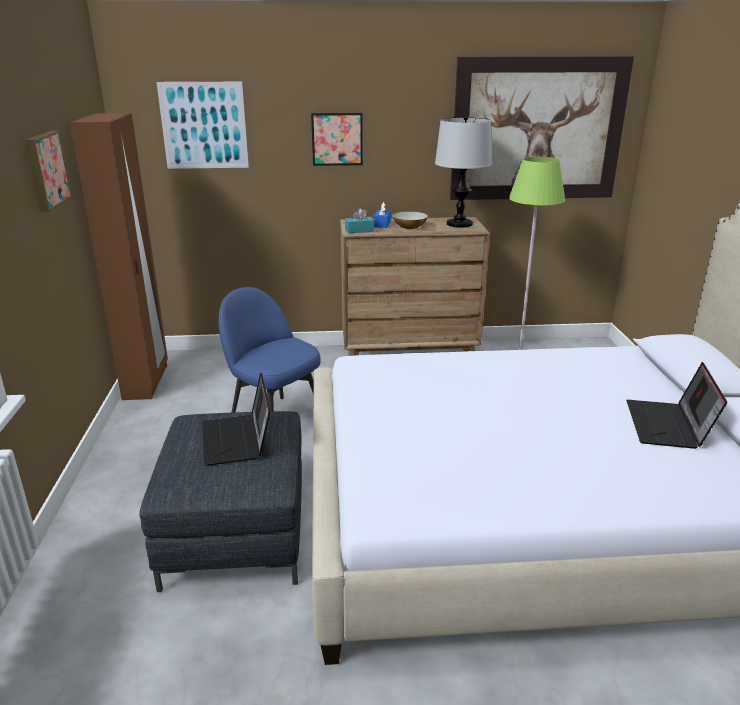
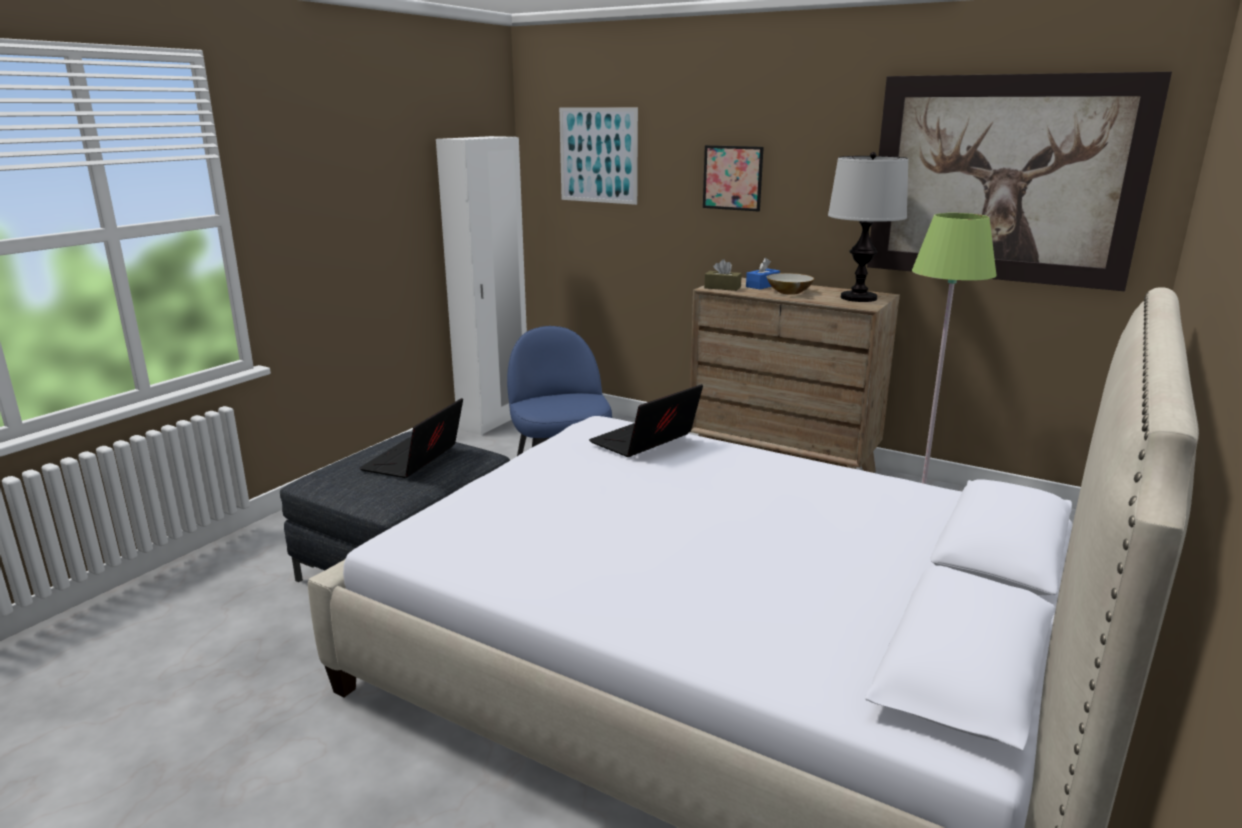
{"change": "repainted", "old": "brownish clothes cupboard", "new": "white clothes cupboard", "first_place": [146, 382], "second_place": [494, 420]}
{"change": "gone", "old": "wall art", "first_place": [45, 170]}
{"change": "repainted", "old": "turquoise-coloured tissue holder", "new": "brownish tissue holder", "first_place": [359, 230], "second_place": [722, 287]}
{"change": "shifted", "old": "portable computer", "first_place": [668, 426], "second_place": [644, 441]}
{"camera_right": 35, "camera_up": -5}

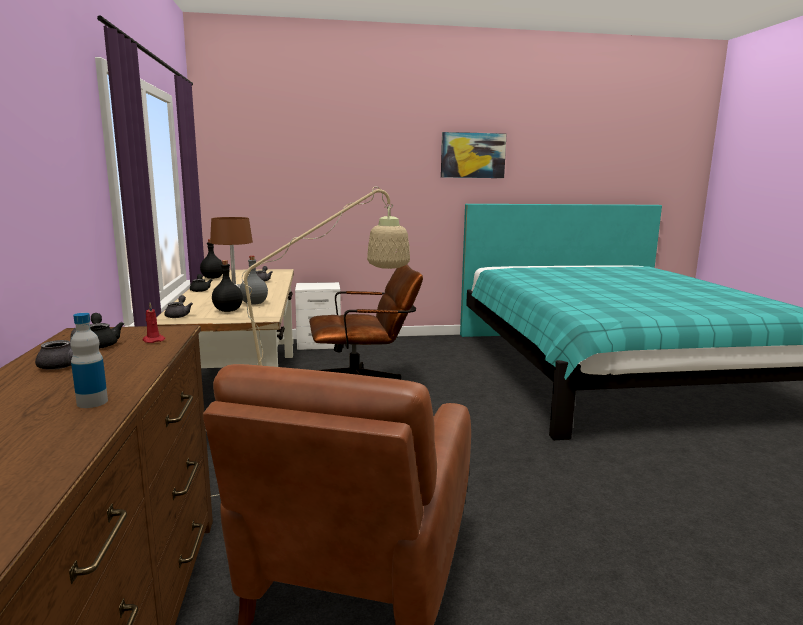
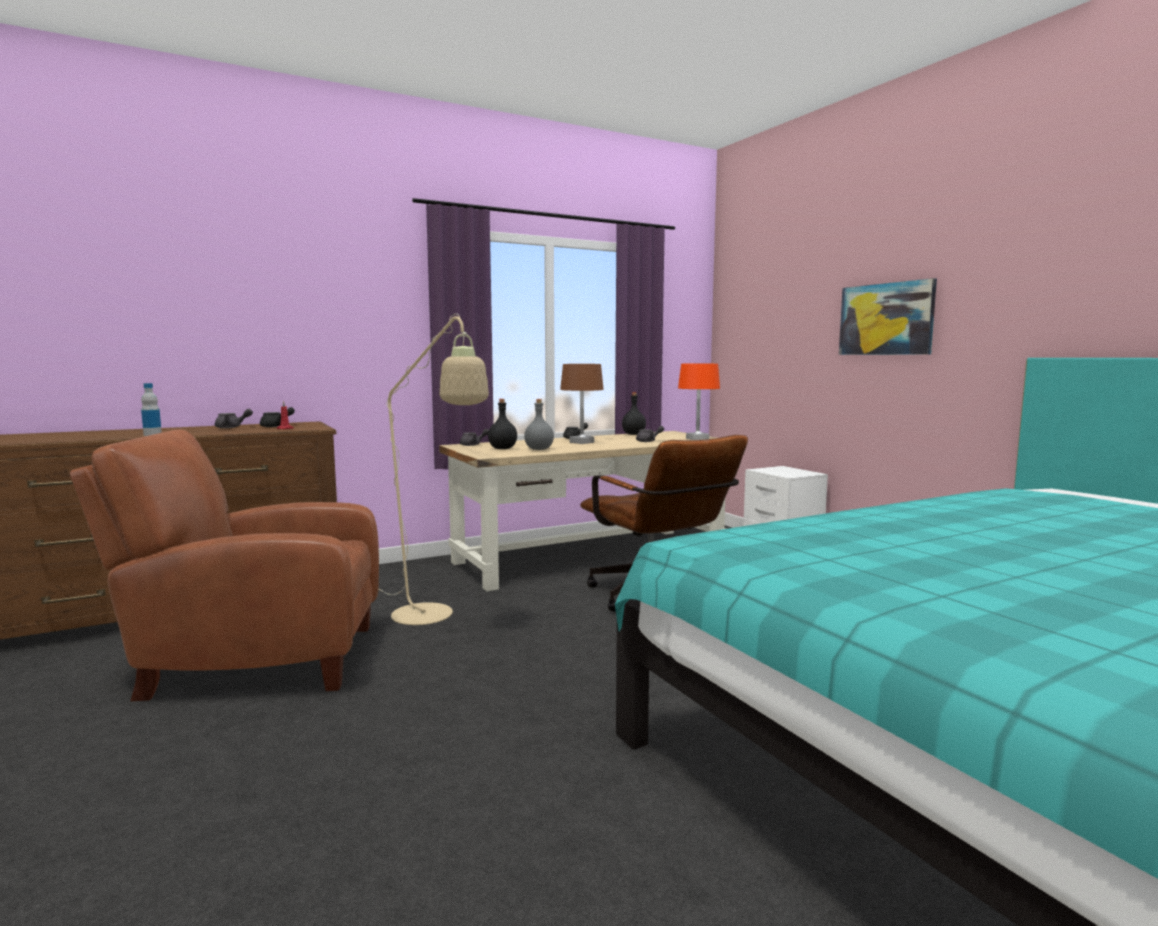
{"change": "shifted", "old": "wall art", "first_place": [473, 155], "second_place": [886, 319]}
{"change": "new", "new": "orange lamp for a table", "second_place": [697, 439]}
{"camera_right": 70, "camera_up": -5}

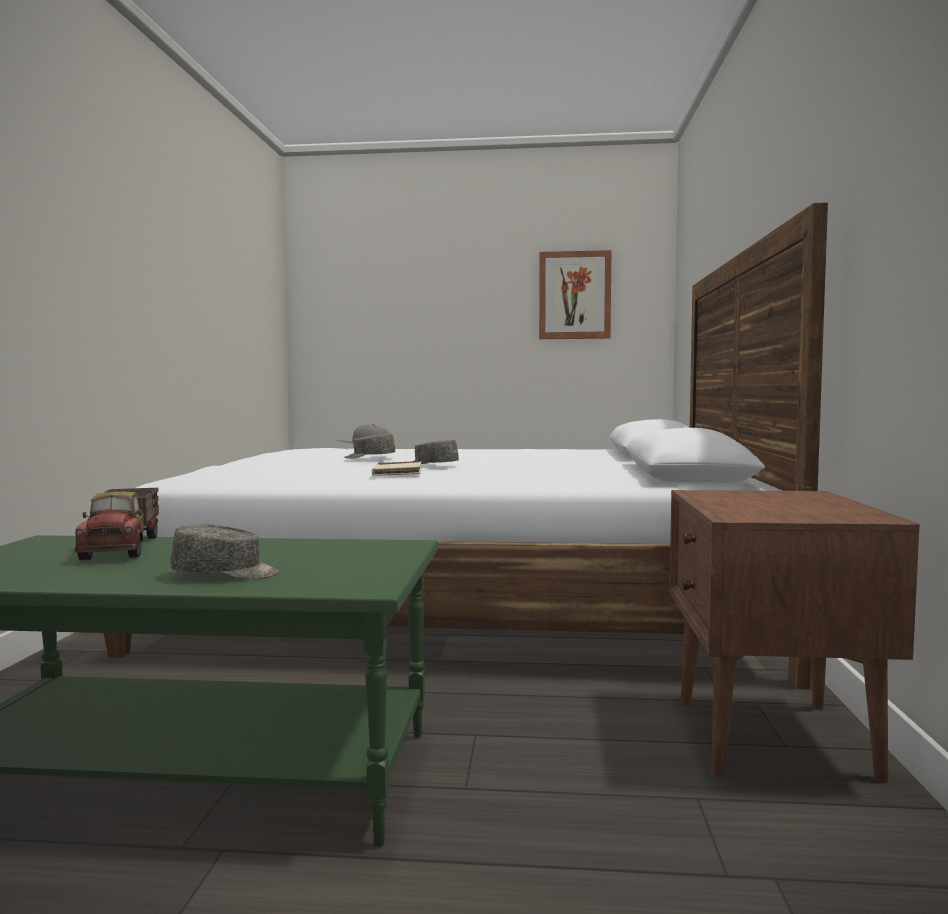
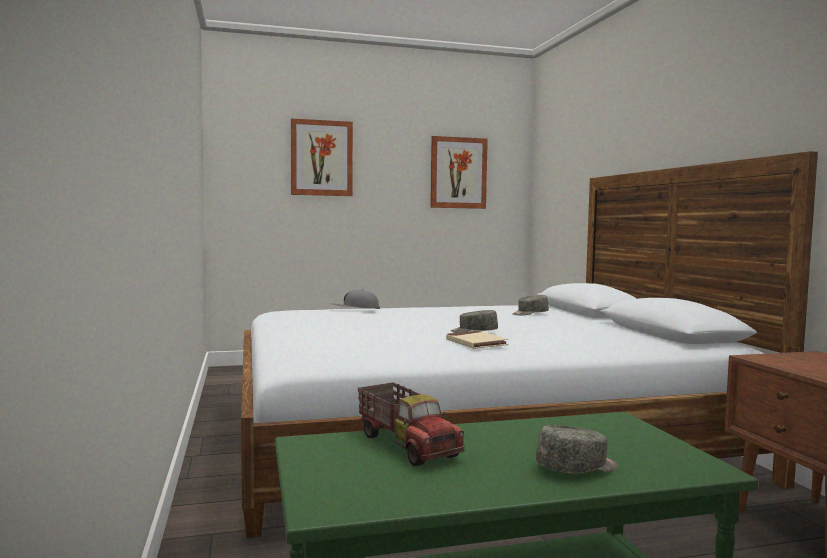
{"change": "shifted", "old": "greyish peaked cap", "first_place": [369, 457], "second_place": [530, 314]}
{"change": "new", "new": "wall art", "second_place": [321, 158]}
{"camera_right": -20, "camera_up": 0}

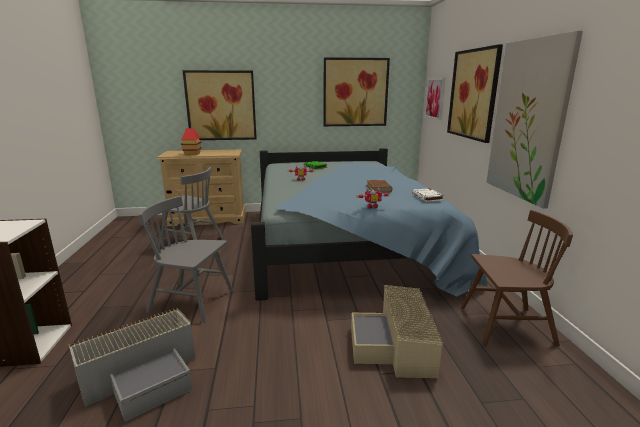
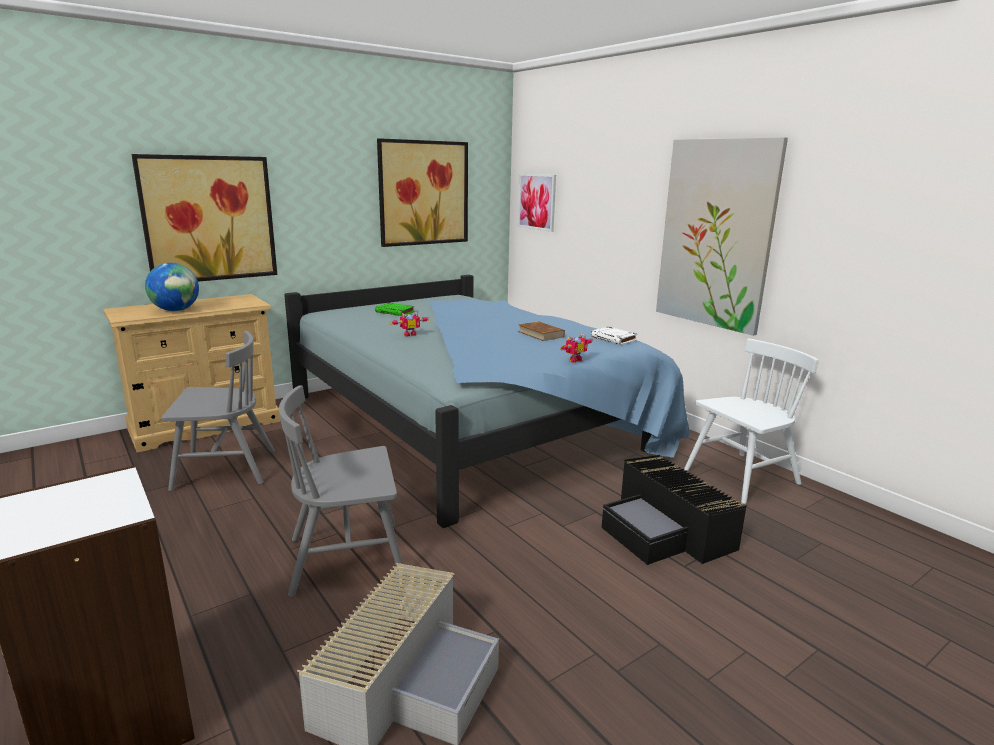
{"change": "gone", "old": "wall art", "first_place": [473, 94]}
{"change": "swapped", "old": "miniature house", "new": "desk globe", "first_place": [192, 154], "second_place": [176, 310]}
{"change": "repainted", "old": "brownish upright chair", "new": "white upright chair", "first_place": [505, 326], "second_place": [741, 477]}
{"change": "repainted", "old": "beige-coloured storage bin", "new": "blackish storage bin", "first_place": [395, 345], "second_place": [666, 530]}
{"camera_right": -30, "camera_up": 0}

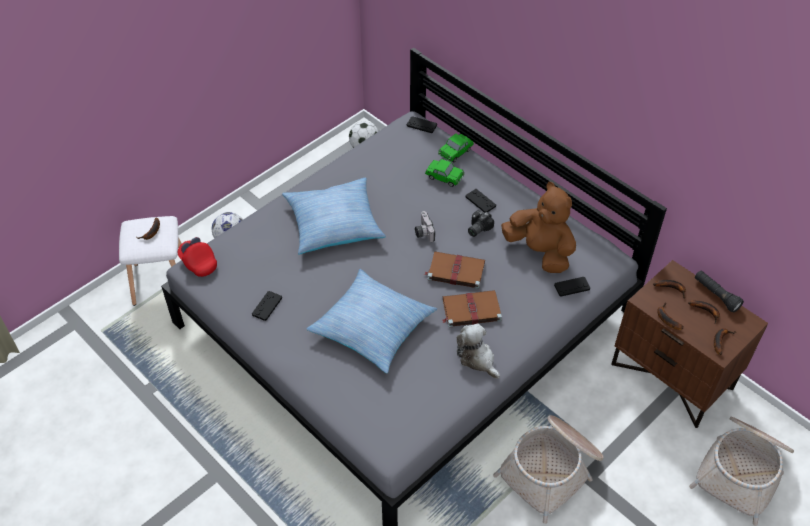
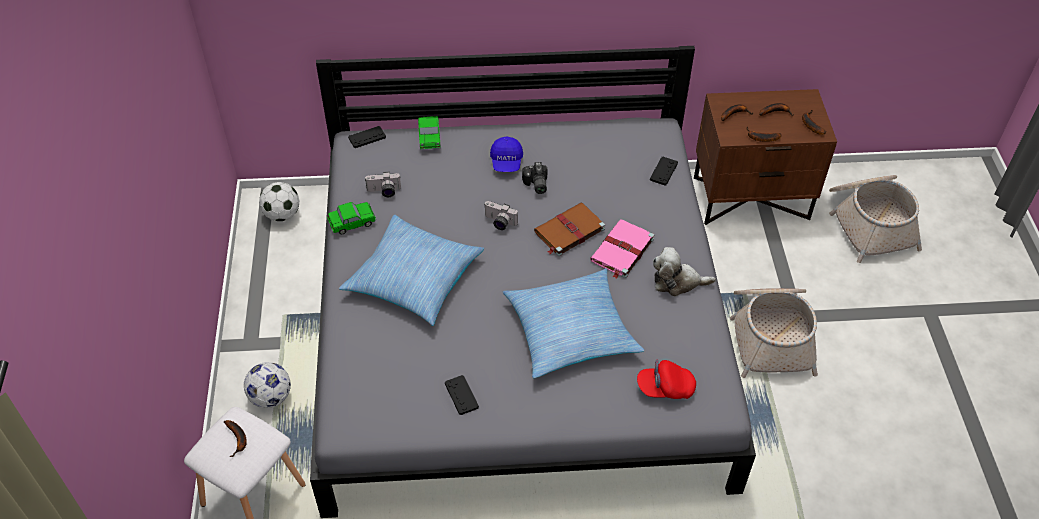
{"change": "shifted", "old": "miniature car", "first_place": [444, 177], "second_place": [352, 223]}
{"change": "gone", "old": "brownish soft toy", "first_place": [540, 251]}
{"change": "swapped", "old": "blackish game controller", "new": "blue peaked cap", "first_place": [480, 201], "second_place": [506, 162]}
{"change": "shifted", "old": "red peaked cap", "first_place": [198, 263], "second_place": [665, 388]}
{"change": "gone", "old": "blackish hand torch", "first_place": [715, 295]}
{"change": "repainted", "old": "brownish volume", "new": "pinkish volume", "first_place": [470, 310], "second_place": [621, 251]}
{"change": "new", "new": "still camera", "second_place": [384, 192]}
{"camera_right": -50, "camera_up": 0}

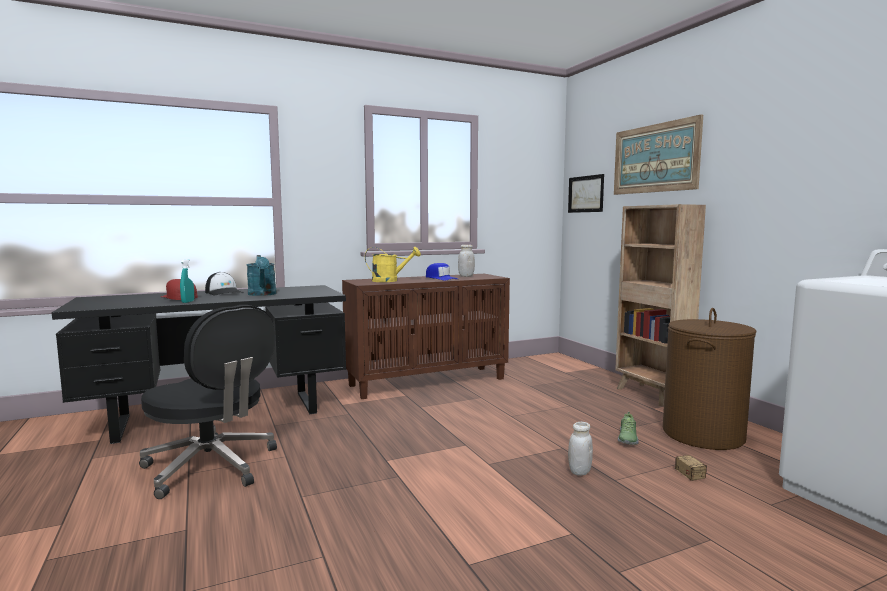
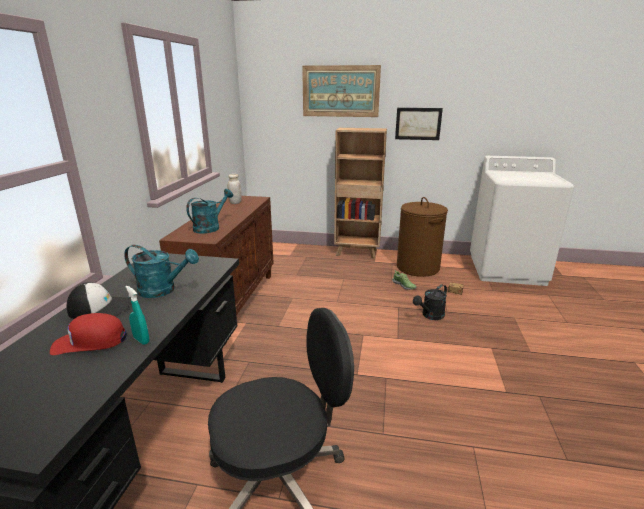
{"change": "shifted", "old": "wall art", "first_place": [585, 194], "second_place": [418, 123]}
{"change": "repainted", "old": "yellow-coloured sprinkling can", "new": "turquoise-coloured sprinkling can", "first_place": [390, 281], "second_place": [210, 227]}
{"change": "gone", "old": "blue peaked cap", "first_place": [441, 278]}
{"change": "swapped", "old": "white preserve jar", "new": "blackish sprinkling can", "first_place": [579, 471], "second_place": [430, 316]}
{"camera_right": -55, "camera_up": 15}

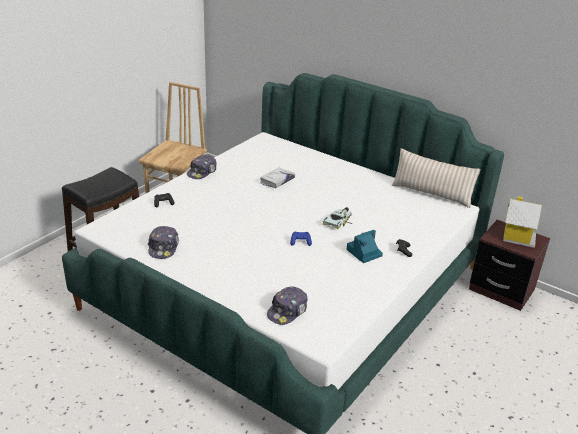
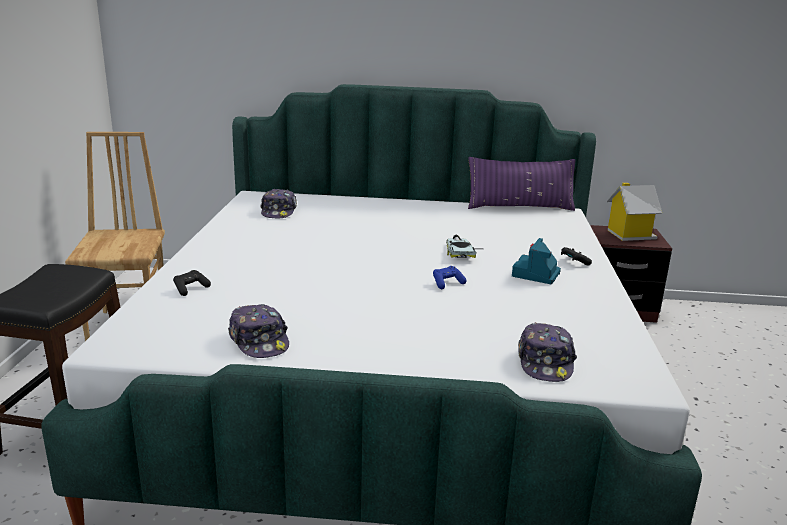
{"change": "repainted", "old": "beige-coloured cushion", "new": "purplish cushion", "first_place": [431, 194], "second_place": [519, 207]}
{"change": "shifted", "old": "peaked cap", "first_place": [202, 172], "second_place": [279, 212]}
{"change": "gone", "old": "white volume", "first_place": [277, 181]}
{"camera_right": -30, "camera_up": -10}

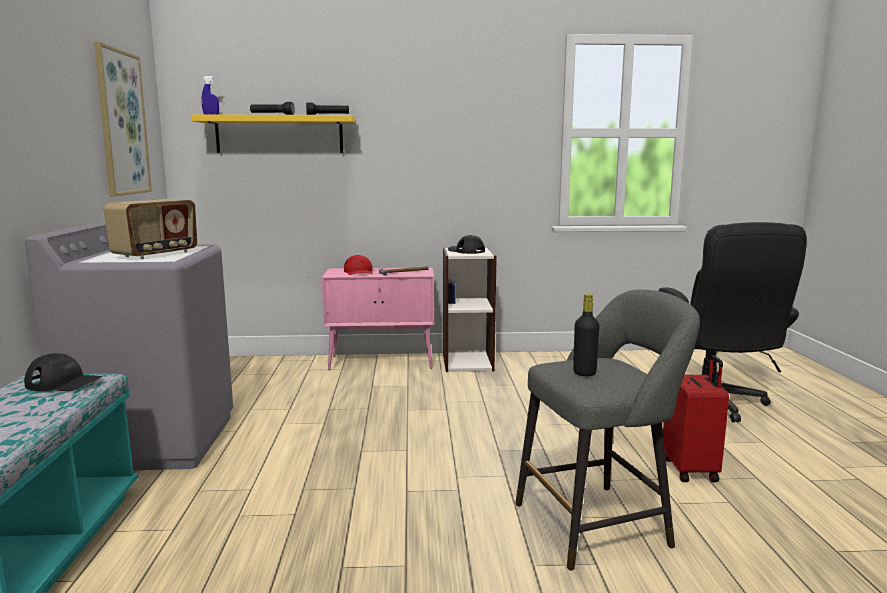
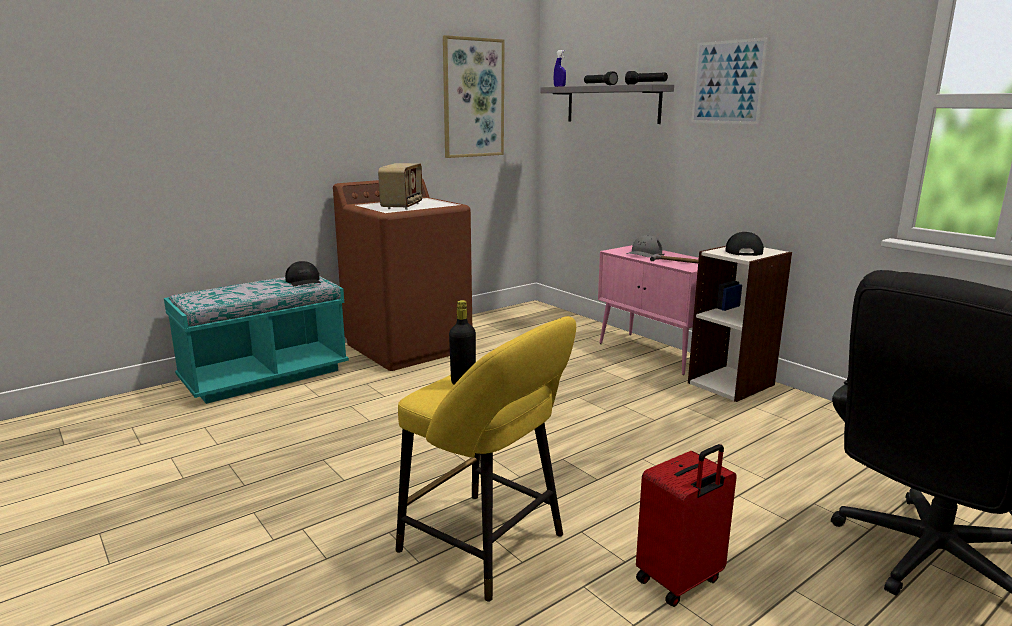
{"change": "repainted", "old": "yellow-coloured bracket shelf", "new": "greyish bracket shelf", "first_place": [279, 134], "second_place": [612, 104]}
{"change": "rotated", "old": "radio set", "first_place": [156, 254], "second_place": [403, 206], "degrees": -75}
{"change": "repainted", "old": "greyish washing machine", "new": "brownish washing machine", "first_place": [154, 441], "second_place": [408, 347]}
{"change": "repainted", "old": "red peaked cap", "new": "greyish peaked cap", "first_place": [359, 272], "second_place": [644, 253]}
{"change": "repainted", "old": "greyish stool seat", "new": "yellow-coloured stool seat", "first_place": [598, 523], "second_place": [488, 547]}
{"change": "new", "new": "wall art", "second_place": [727, 82]}
{"camera_right": 55, "camera_up": 5}

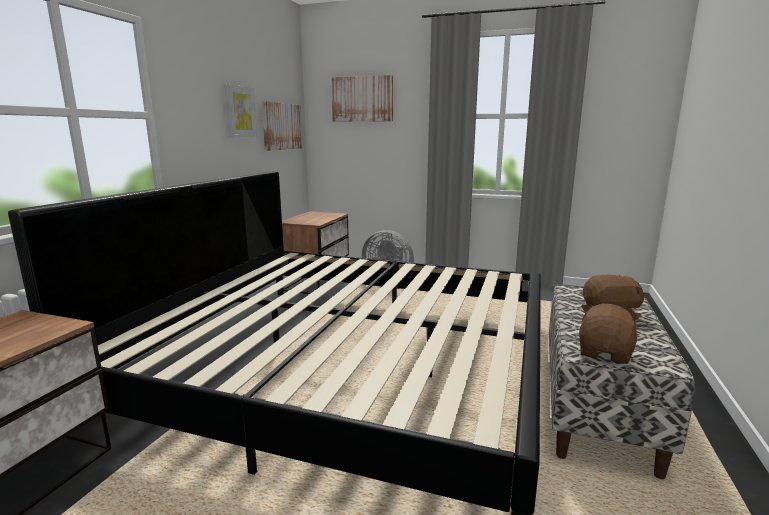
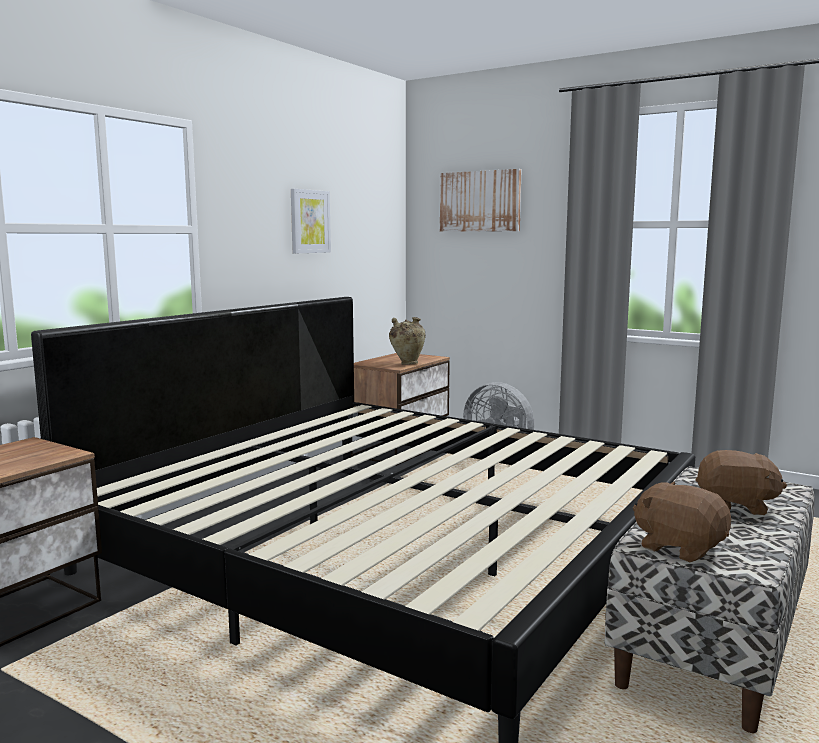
{"change": "gone", "old": "wall art", "first_place": [281, 126]}
{"change": "rotated", "old": "brownish soft toy", "first_place": [605, 353], "second_place": [679, 547], "degrees": -90}
{"change": "new", "new": "beige-coloured decorative vase", "second_place": [407, 363]}
{"camera_right": 15, "camera_up": -5}

